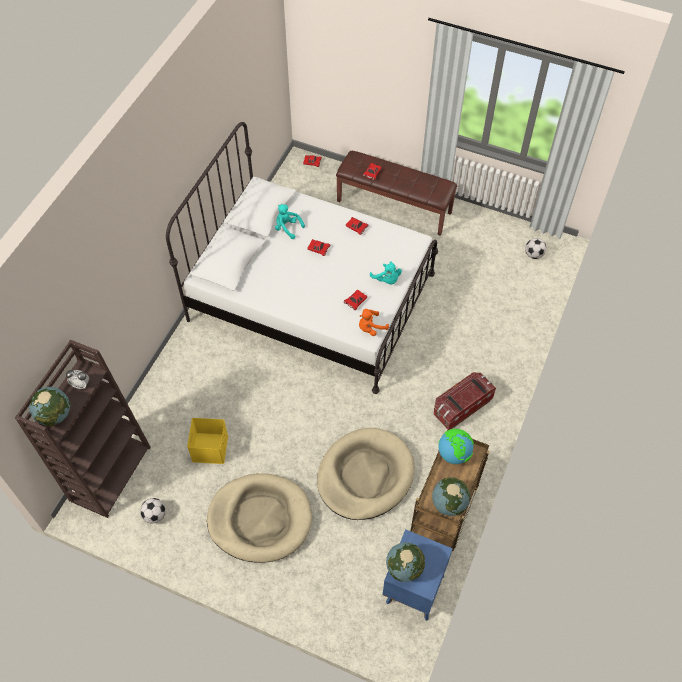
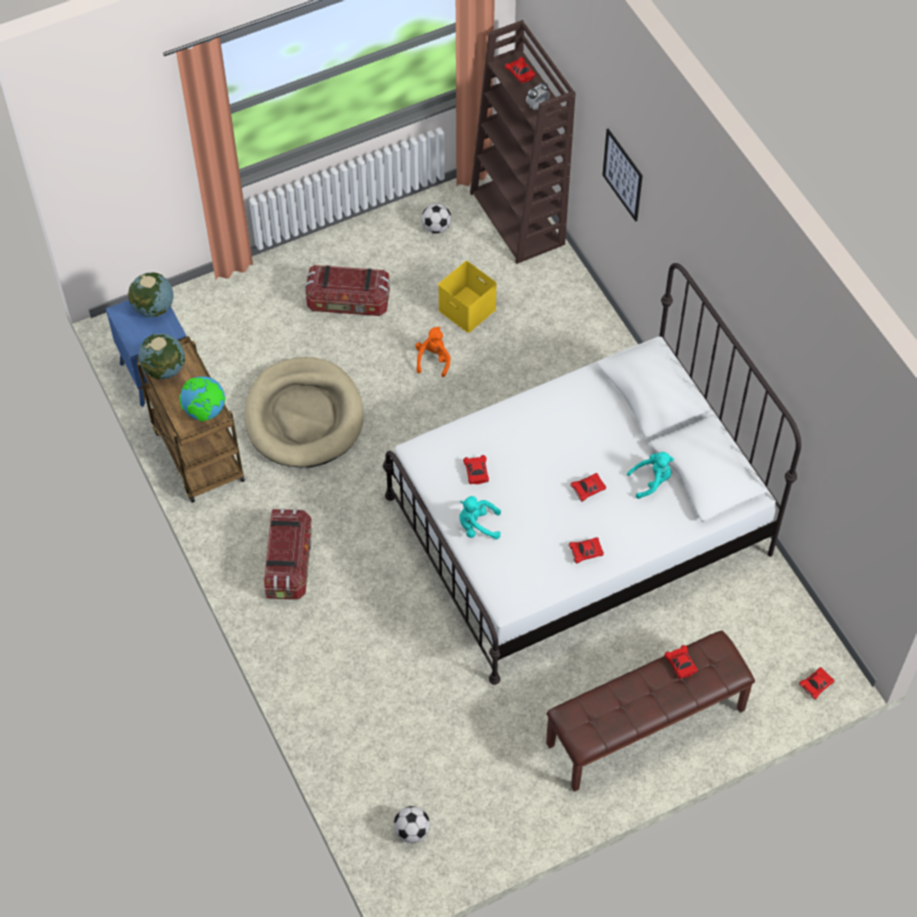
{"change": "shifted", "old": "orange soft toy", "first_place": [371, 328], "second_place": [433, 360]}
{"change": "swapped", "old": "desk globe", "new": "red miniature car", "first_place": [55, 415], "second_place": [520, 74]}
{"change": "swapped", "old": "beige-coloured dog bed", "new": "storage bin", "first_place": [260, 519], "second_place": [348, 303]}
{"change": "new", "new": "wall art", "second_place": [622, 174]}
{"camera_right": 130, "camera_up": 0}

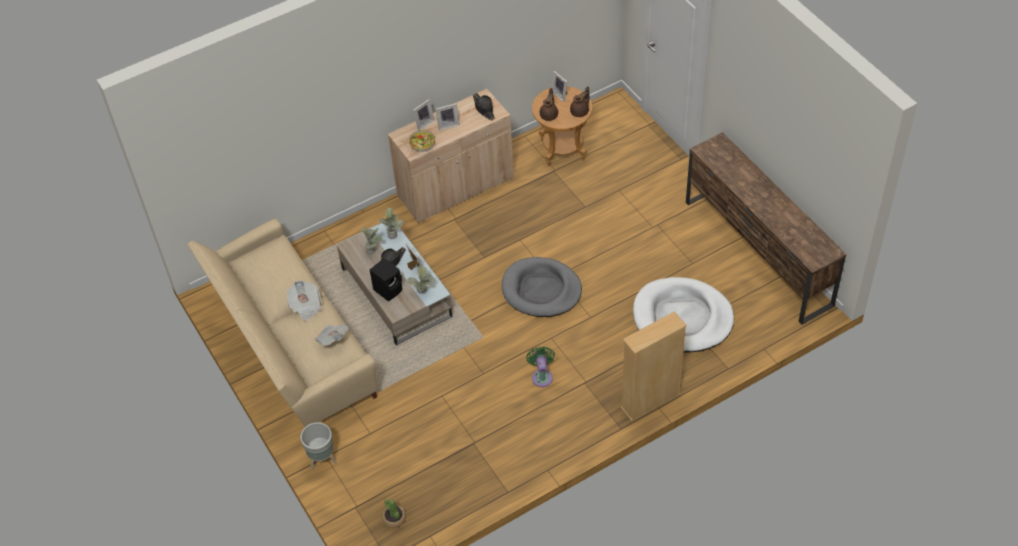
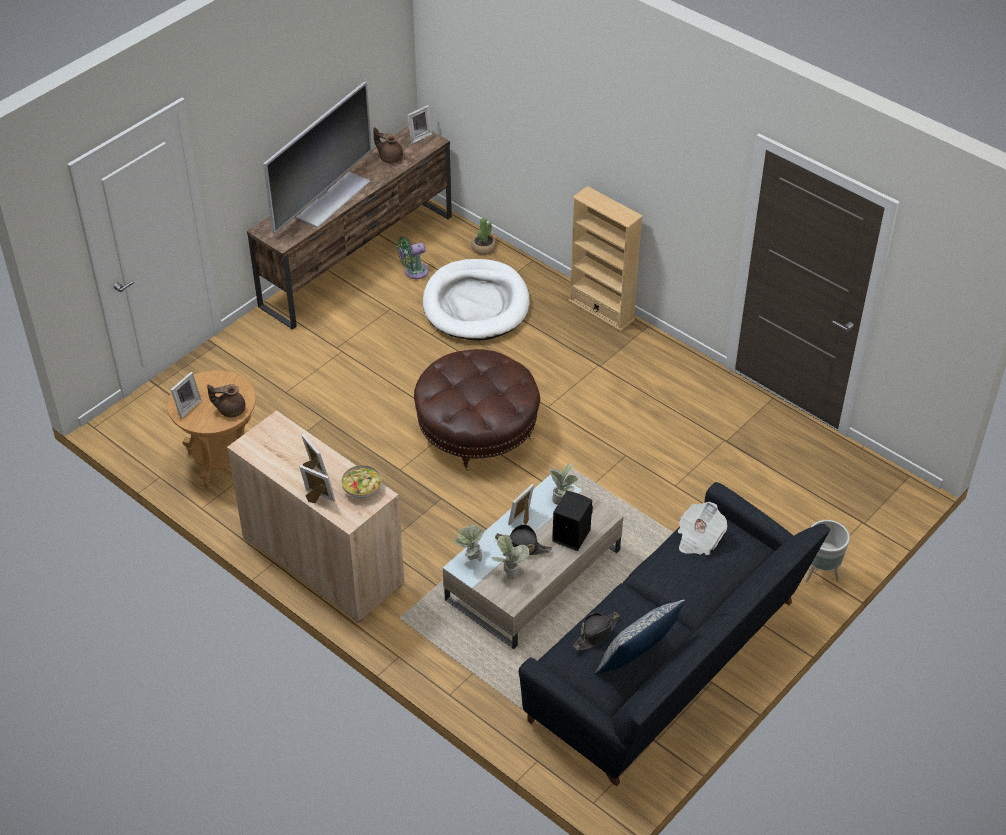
{"change": "shifted", "old": "brownish tea pot", "first_place": [580, 111], "second_place": [390, 157]}
{"change": "shifted", "old": "blackish clothing hat", "first_place": [484, 109], "second_place": [596, 633]}
{"change": "repainted", "old": "beige-coloured couch", "new": "blackish couch", "first_place": [291, 347], "second_place": [670, 664]}
{"change": "swapped", "old": "greyish dog bed", "new": "brownish ottoman", "first_place": [541, 290], "second_place": [477, 431]}
{"change": "gone", "old": "daily paper", "first_place": [306, 306]}
{"change": "shifted", "old": "green cooling fan", "first_place": [542, 376], "second_place": [413, 272]}
{"change": "shifted", "old": "potted plant", "first_place": [394, 518], "second_place": [483, 248]}
{"change": "new", "new": "TV", "second_place": [331, 199]}
{"change": "new", "new": "standing frame", "second_place": [419, 136]}
{"change": "new", "new": "cushion", "second_place": [637, 661]}
{"camera_right": -110, "camera_up": -5}

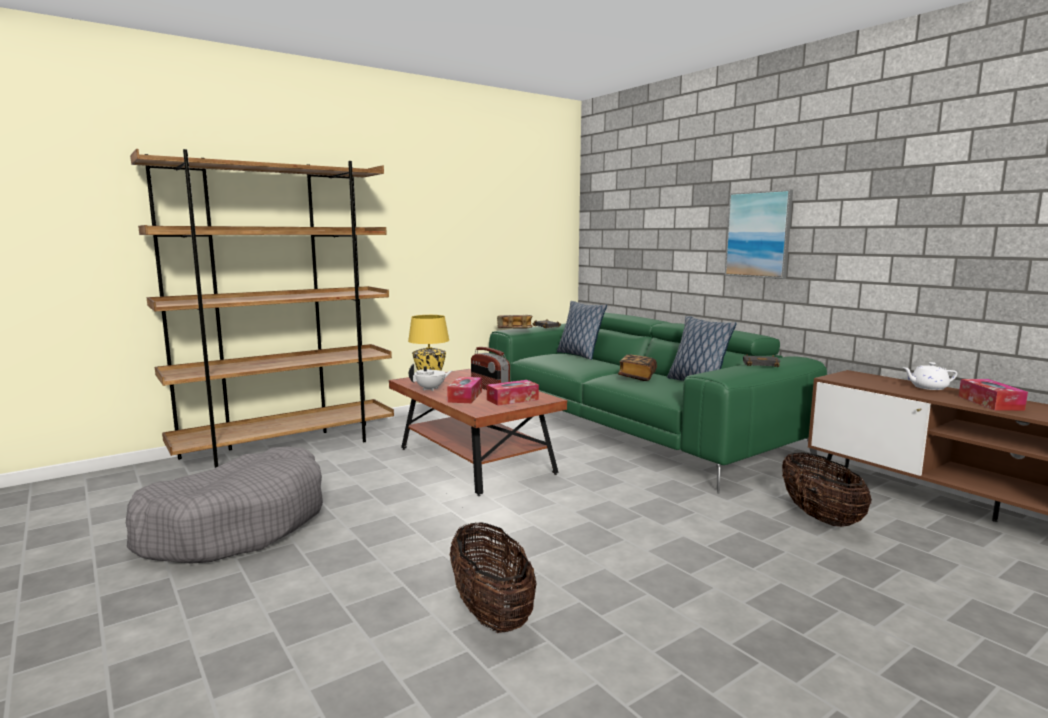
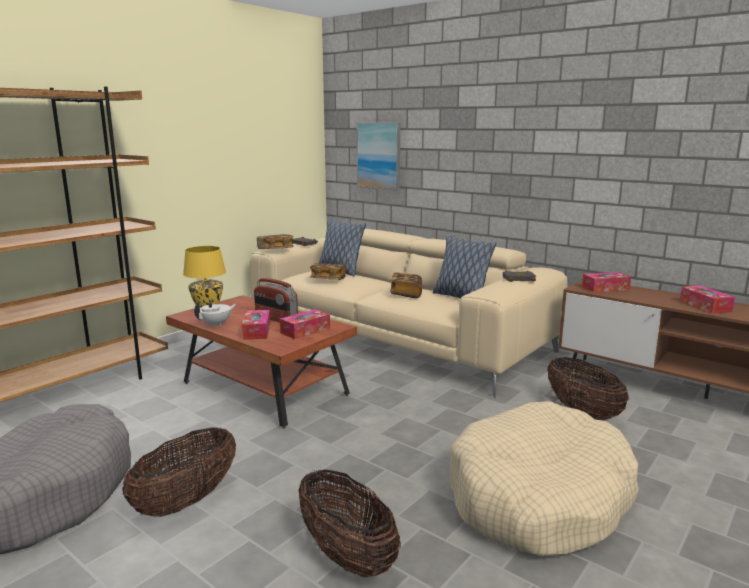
{"change": "shifted", "old": "wall art", "first_place": [758, 234], "second_place": [379, 156]}
{"change": "repainted", "old": "green couch", "new": "beige-coloured couch", "first_place": [632, 427], "second_place": [396, 336]}
{"change": "gone", "old": "white tea pot", "first_place": [927, 387]}
{"change": "new", "new": "volume", "second_place": [328, 279]}
{"change": "new", "new": "tissue holder", "second_place": [605, 288]}
{"change": "new", "new": "beige-coloured dog bed", "second_place": [538, 498]}
{"change": "new", "new": "basket", "second_place": [186, 501]}
{"camera_right": -15, "camera_up": 5}

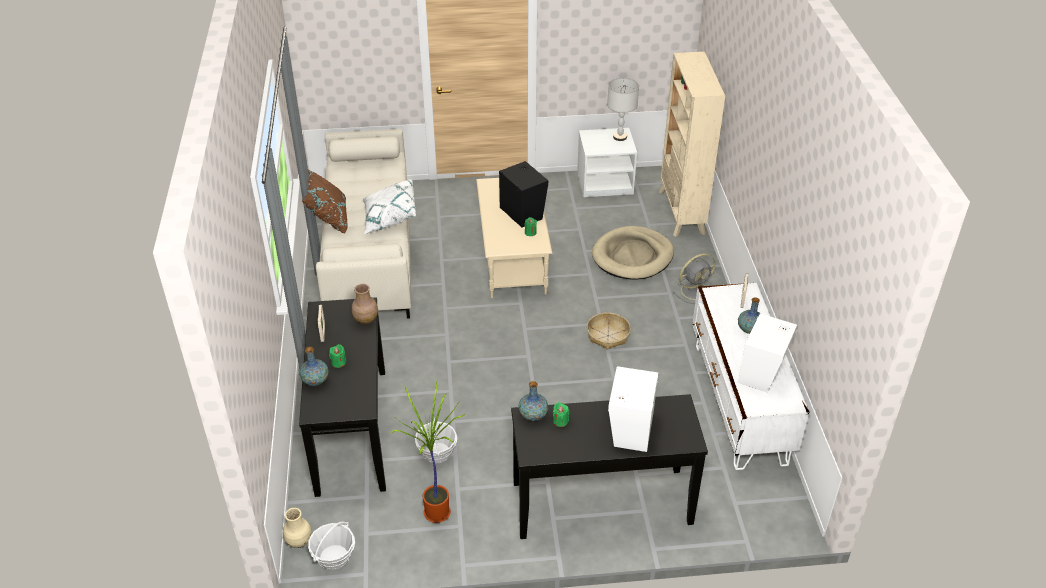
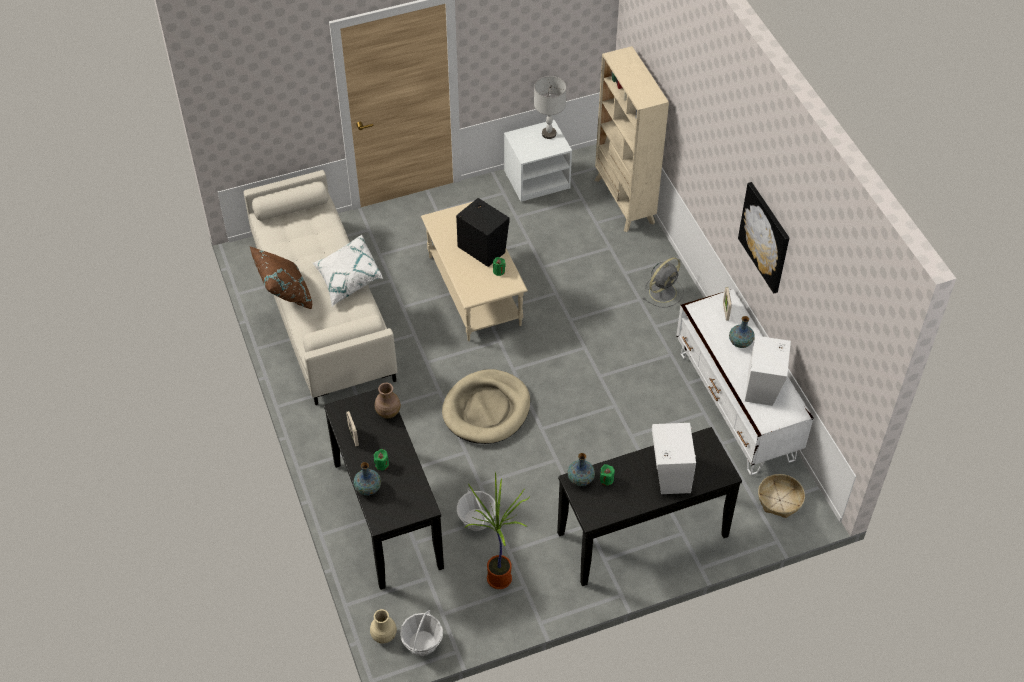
{"change": "shifted", "old": "beige-coloured dog bed", "first_place": [632, 256], "second_place": [486, 409]}
{"change": "shifted", "old": "basket", "first_place": [607, 335], "second_place": [779, 500]}
{"change": "new", "new": "wall art", "second_place": [765, 237]}
{"camera_right": -15, "camera_up": 10}

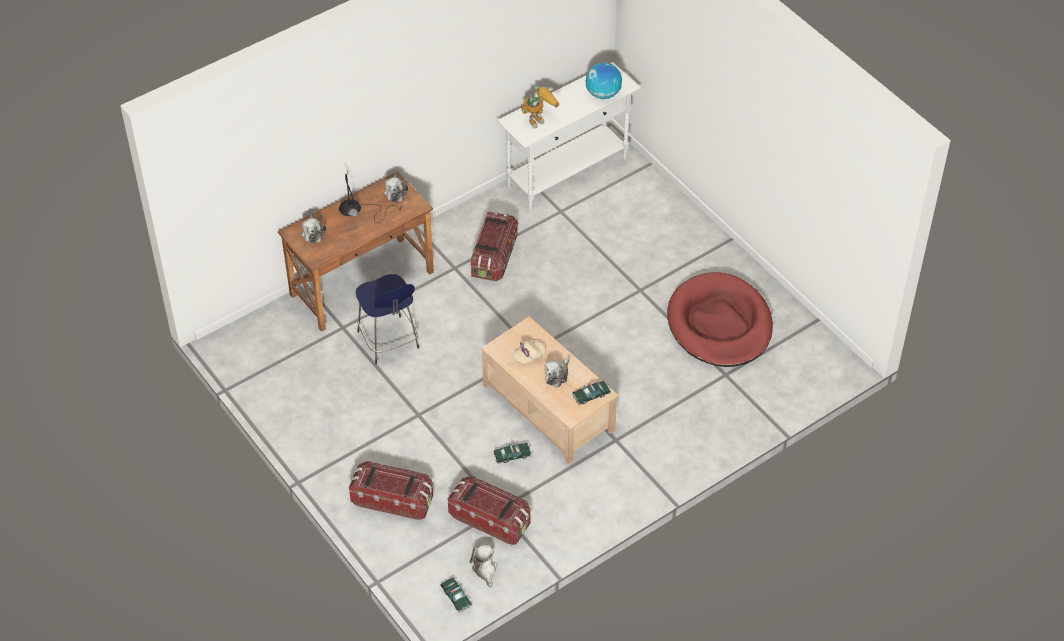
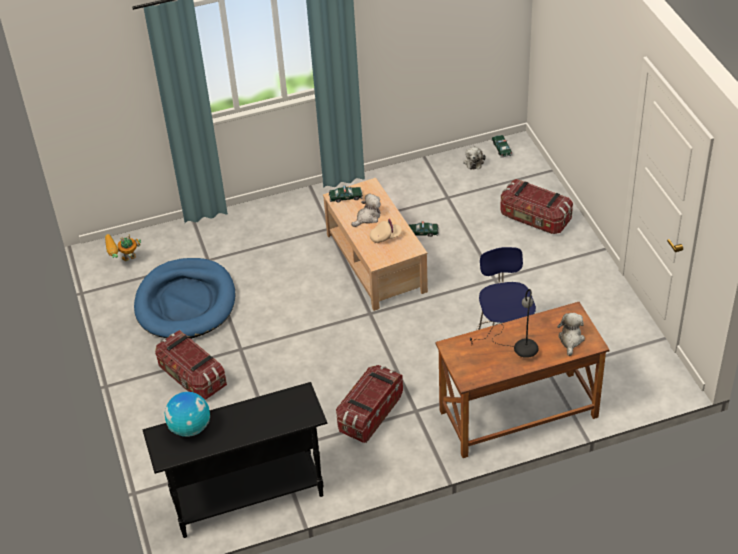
{"change": "repainted", "old": "white hall table", "new": "blackish hall table", "first_place": [568, 172], "second_place": [247, 498]}
{"change": "shifted", "old": "robot figure", "first_place": [539, 118], "second_place": [124, 262]}
{"change": "gone", "old": "soft toy", "first_place": [395, 191]}
{"change": "repainted", "old": "red dog bed", "new": "blue dog bed", "first_place": [719, 324], "second_place": [186, 302]}
{"change": "shifted", "old": "storage bin", "first_place": [490, 519], "second_place": [192, 377]}
{"camera_right": -160, "camera_up": -5}

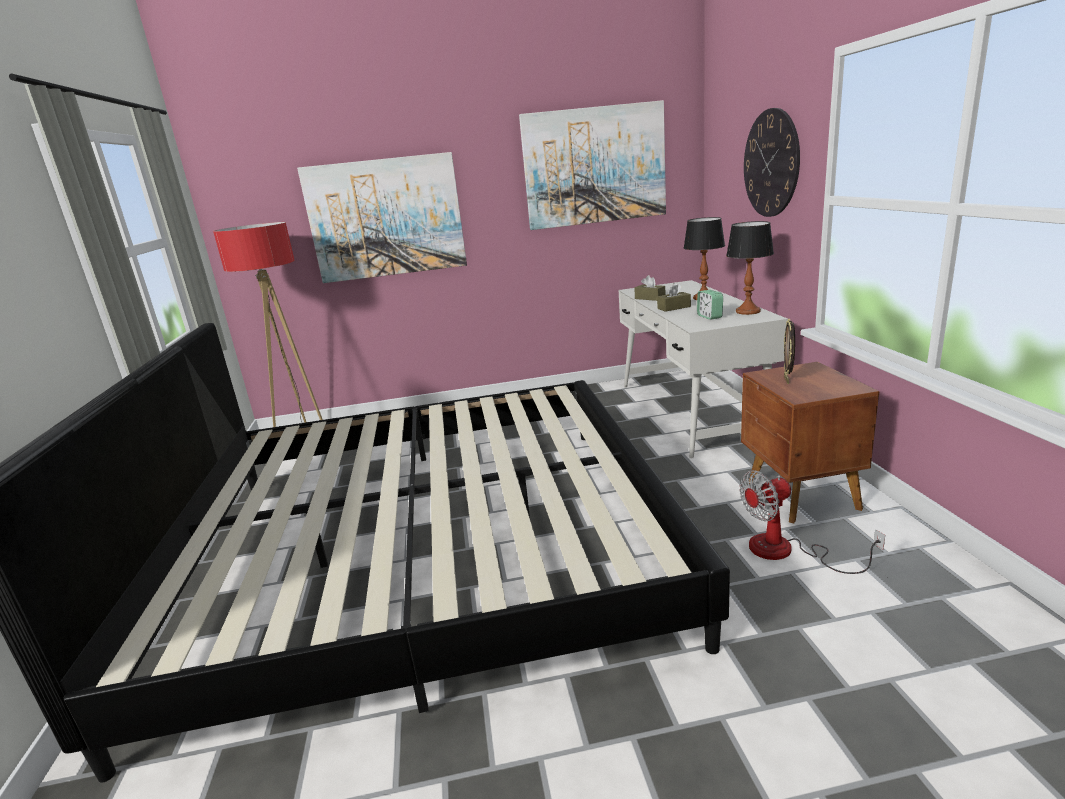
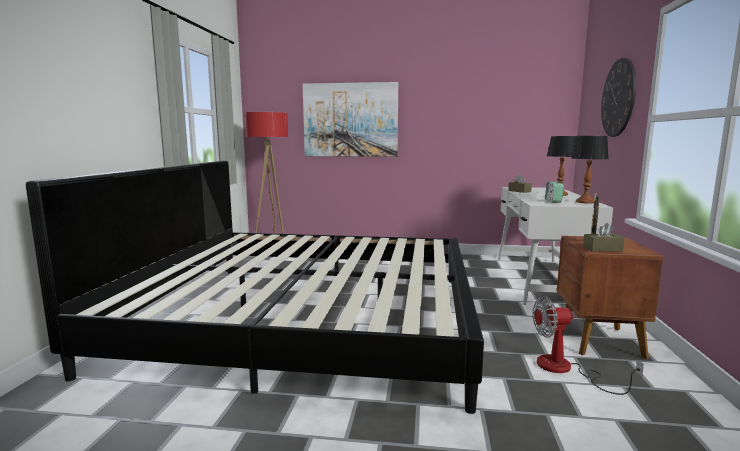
{"change": "gone", "old": "wall art", "first_place": [594, 166]}
{"change": "shifted", "old": "brownish tissue holder", "first_place": [674, 307], "second_place": [602, 249]}
{"camera_right": 15, "camera_up": -10}

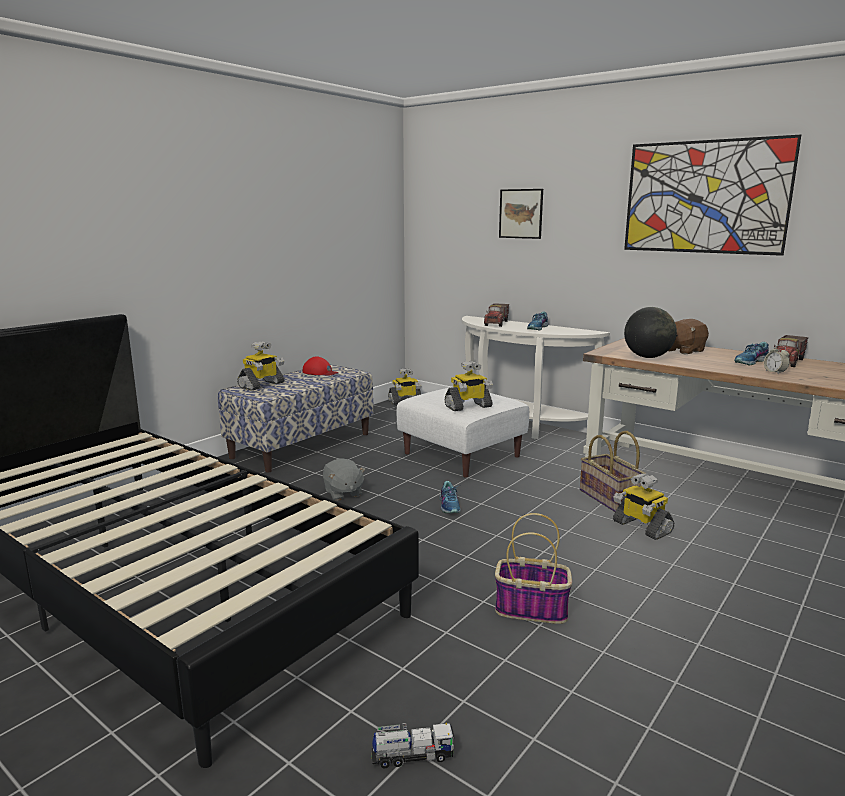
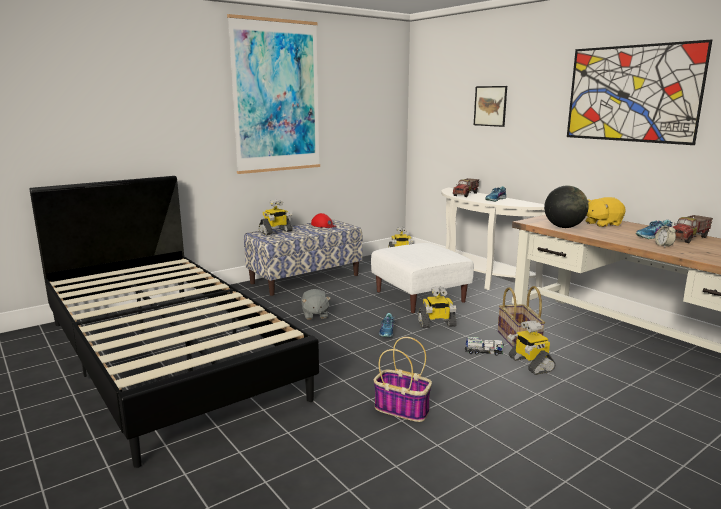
{"change": "repainted", "old": "brownish soft toy", "new": "yellow-coloured soft toy", "first_place": [683, 351], "second_place": [602, 224]}
{"change": "shifted", "old": "robot figure", "first_place": [468, 407], "second_place": [436, 324]}
{"change": "shifted", "old": "toy lorry", "first_place": [412, 756], "second_place": [483, 352]}
{"change": "new", "new": "wall art", "second_place": [276, 97]}
{"camera_right": 15, "camera_up": 0}

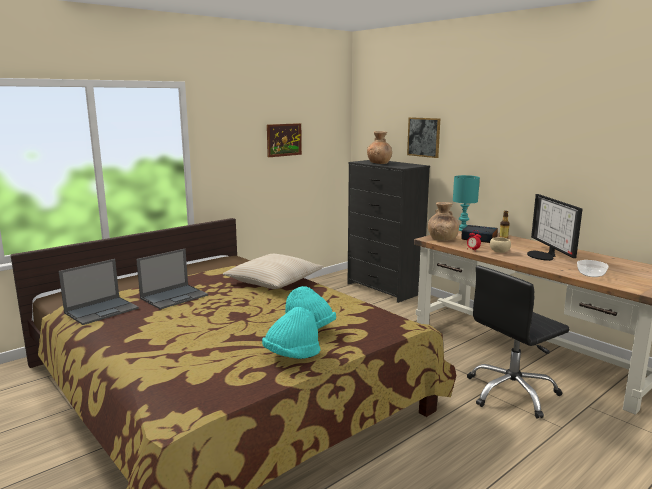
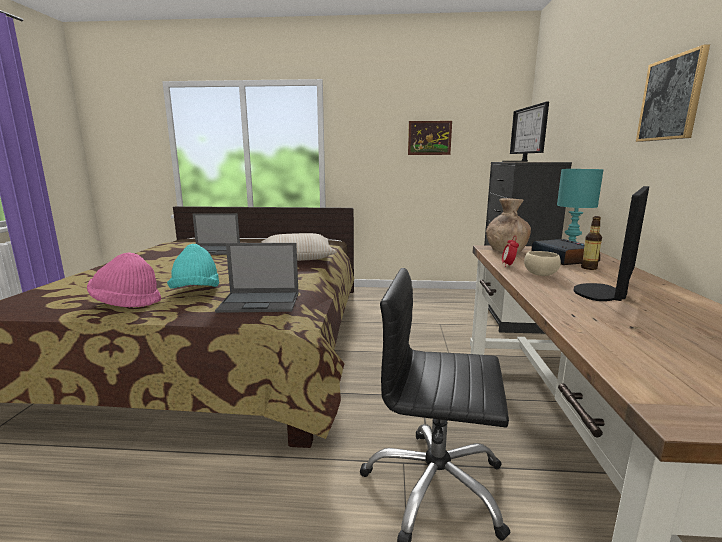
{"change": "shifted", "old": "wall art", "first_place": [424, 137], "second_place": [671, 98]}
{"change": "swapped", "old": "brownish decorative vase", "new": "computer screen", "first_place": [379, 163], "second_place": [517, 161]}
{"change": "shifted", "old": "portable computer", "first_place": [102, 310], "second_place": [260, 302]}
{"change": "gone", "old": "serving bowl", "first_place": [590, 274]}
{"change": "repainted", "old": "turquoise-coloured clothing hat", "new": "pinkish clothing hat", "first_place": [291, 355], "second_place": [127, 302]}
{"camera_right": 45, "camera_up": 0}

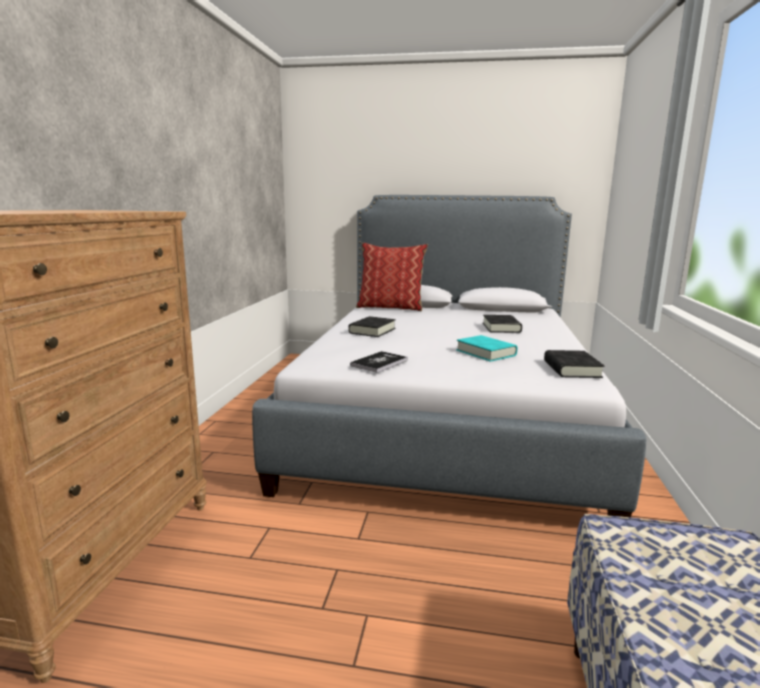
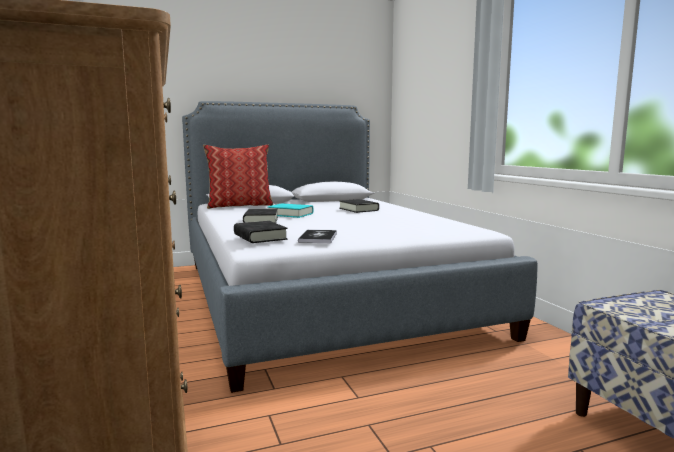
{"change": "shifted", "old": "turquoise-coloured volume", "first_place": [486, 353], "second_place": [290, 214]}
{"change": "shifted", "old": "blackish volume", "first_place": [571, 369], "second_place": [260, 237]}
{"camera_right": -30, "camera_up": -5}

